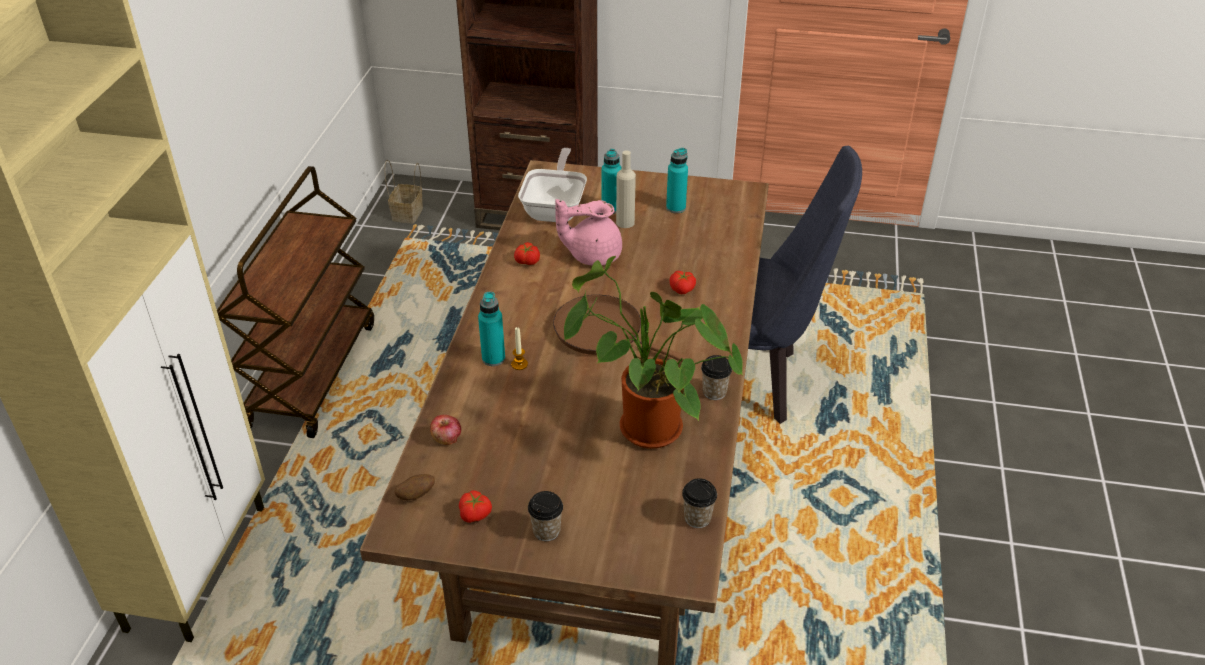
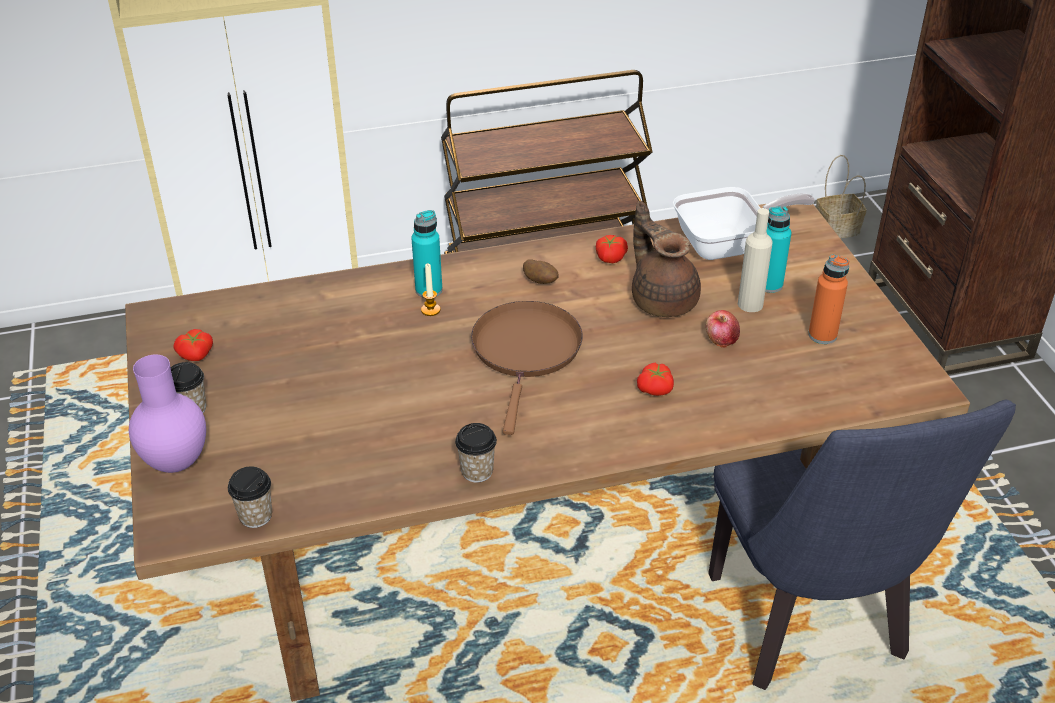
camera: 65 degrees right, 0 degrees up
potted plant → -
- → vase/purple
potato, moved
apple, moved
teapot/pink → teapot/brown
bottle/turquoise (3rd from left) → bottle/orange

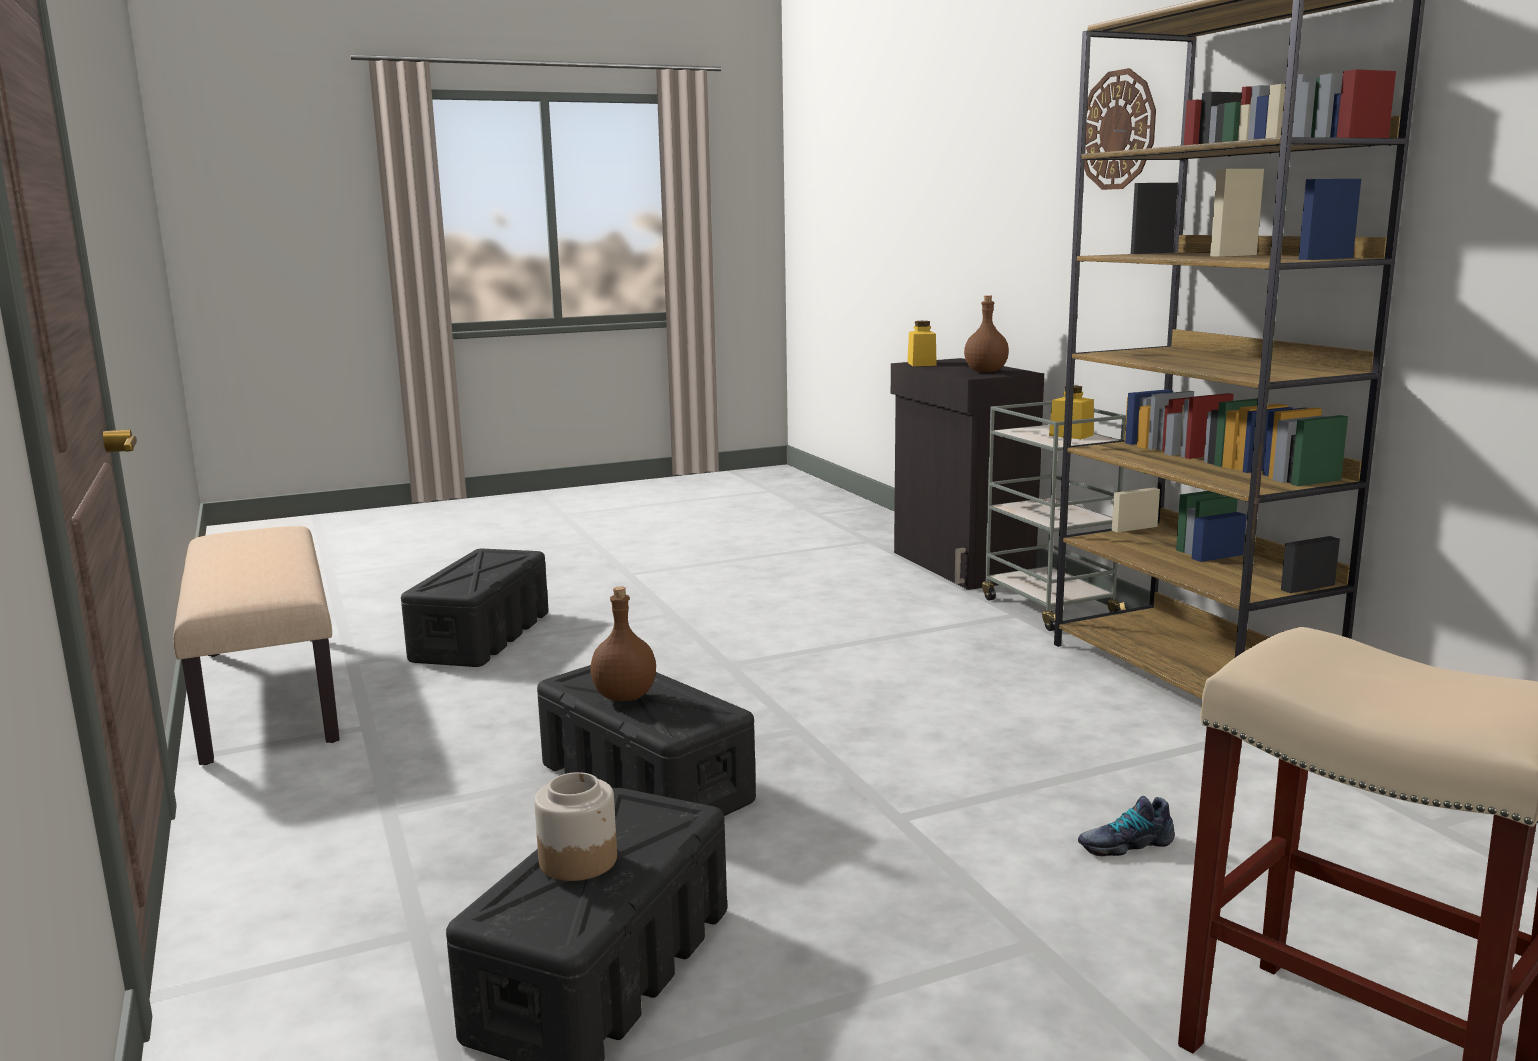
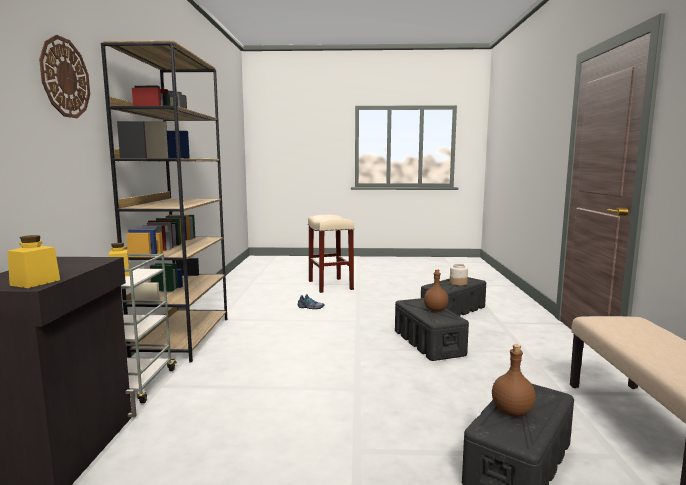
camera: 155 degrees left, 5 degrees down
bottle/brown (2nd from left), moved

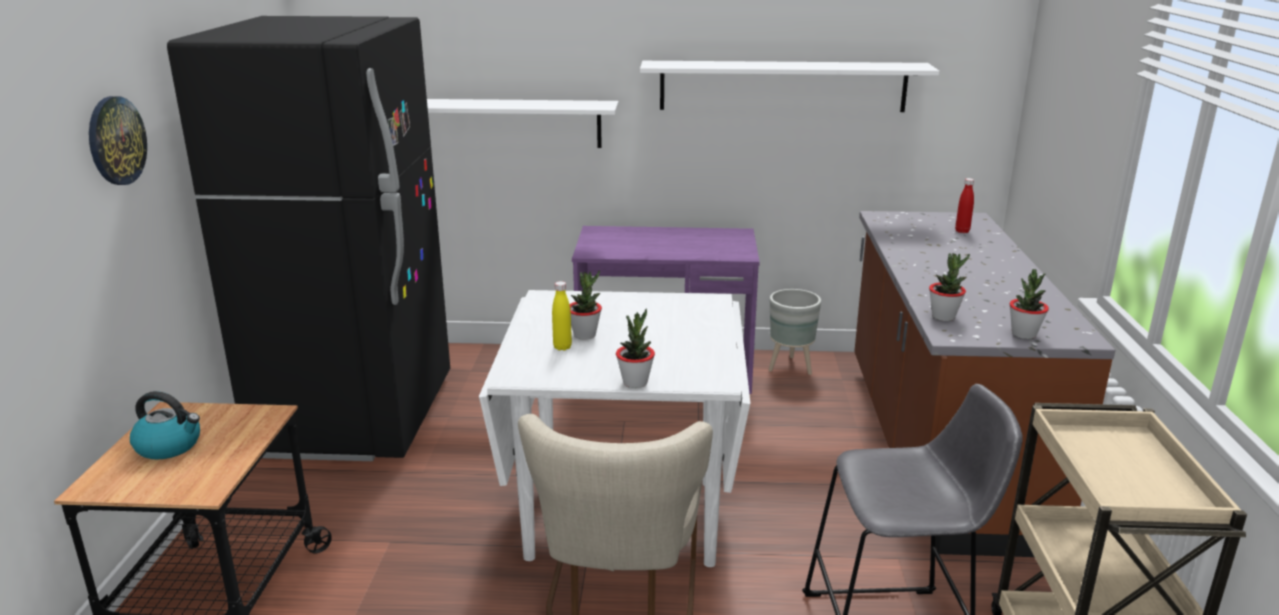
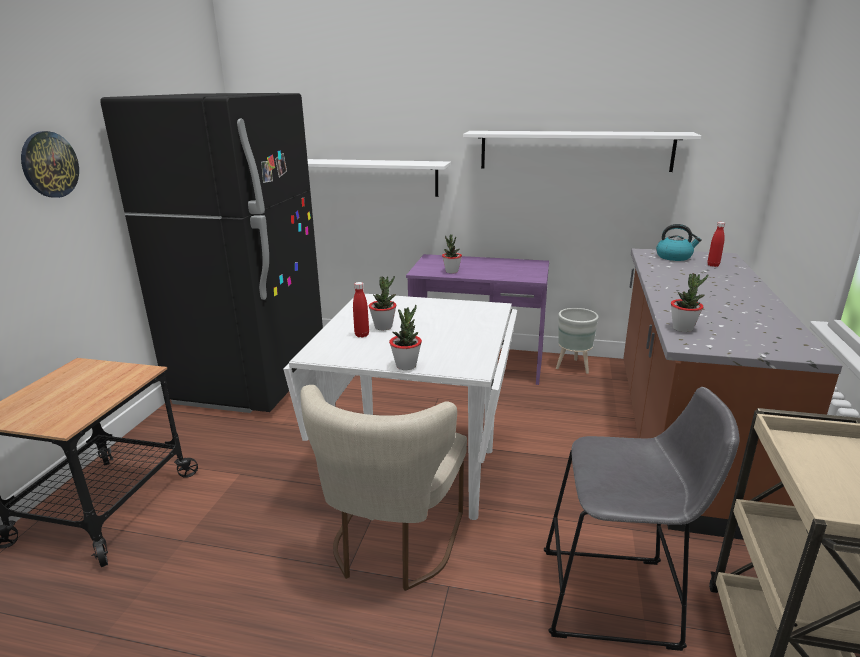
camera: 10 degrees right, 0 degrees up
kettle, moved
potted plant (4th from left in the first image) → potted plant (3rd from left), moved
bottle/yellow → bottle/red (1st from left)

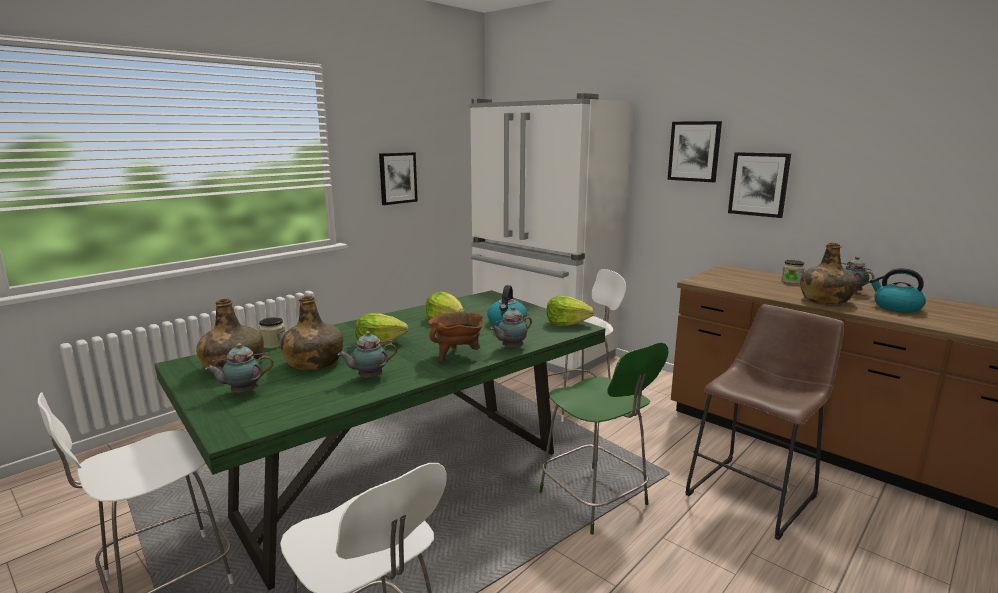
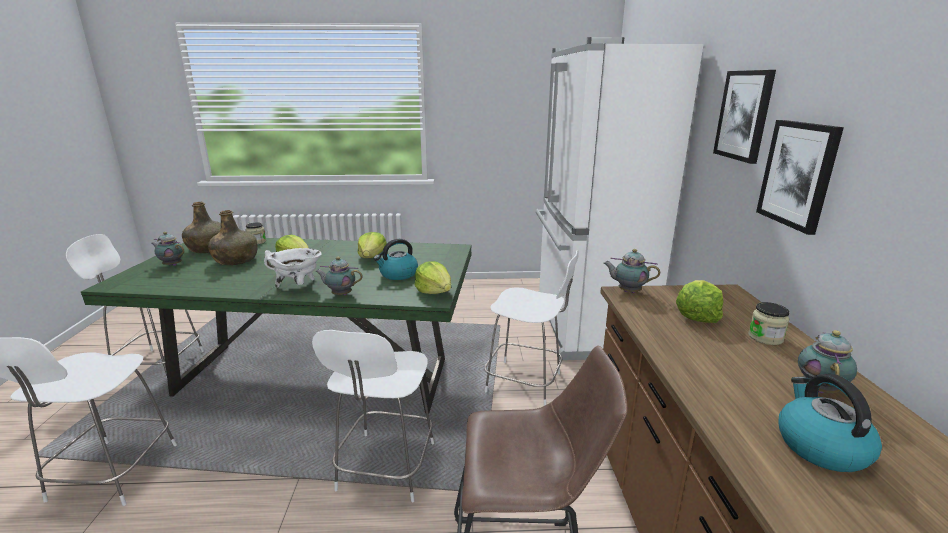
camera: 45 degrees right, 5 degrees up
picture (1st from left) → -
bottle/green (3rd from left) → -
- → lettuce (4th from left)
teapot (2nd from left in the first image) → teapot (3rd from left), moved
cooking pot/brown → cooking pot/white
chair/green → chair/white (3rd from left)

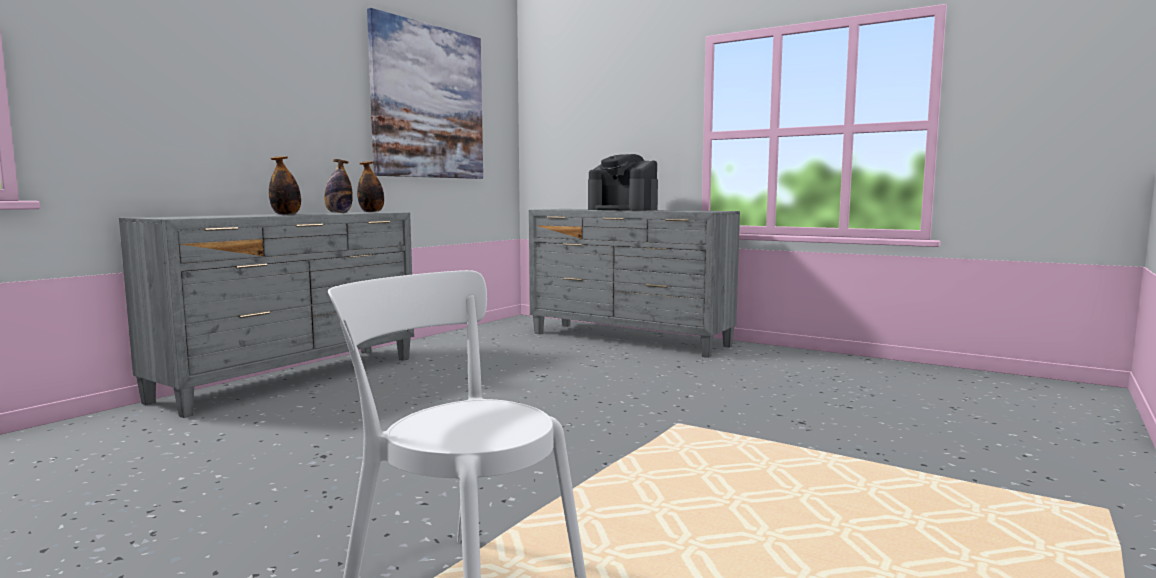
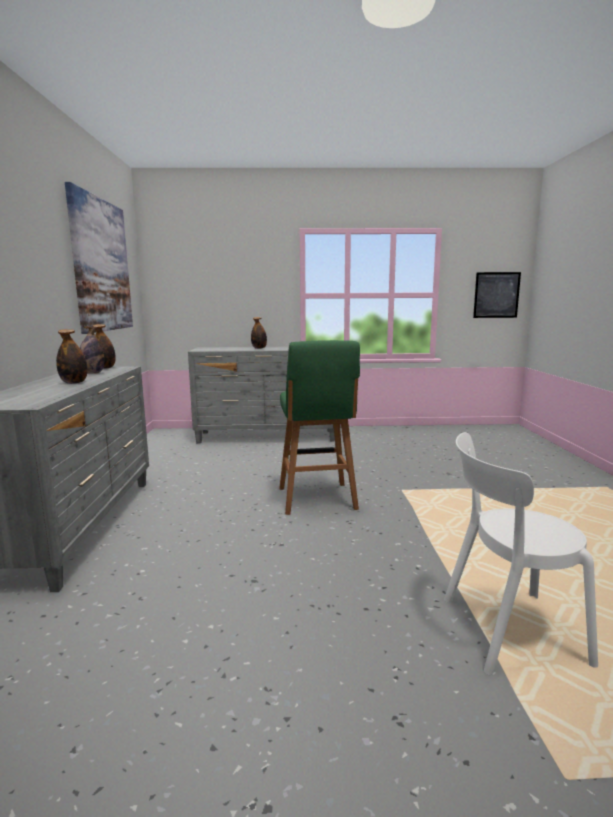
camera: 35 degrees left, 5 degrees up
- → stool/green
- → picture (2nd from left)
coffee machine → bottle (4th from left)

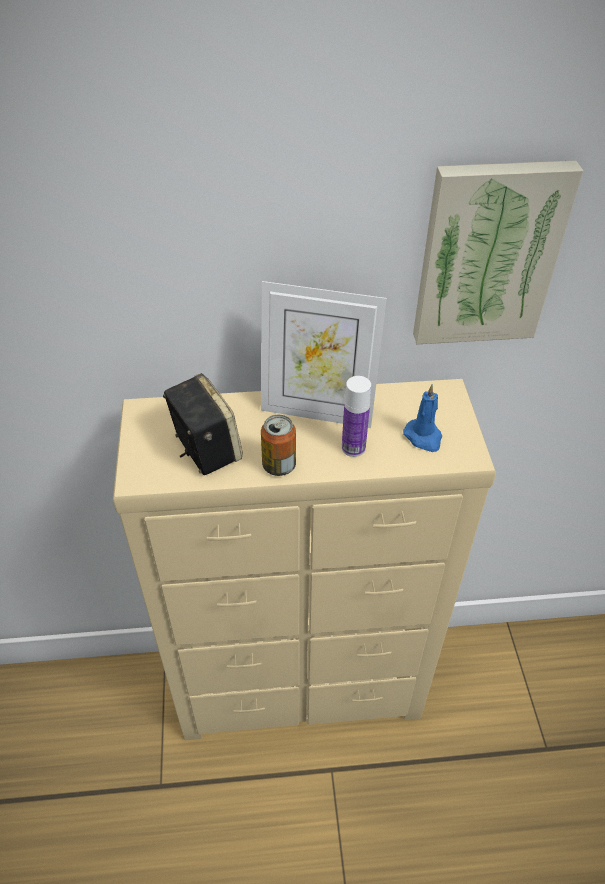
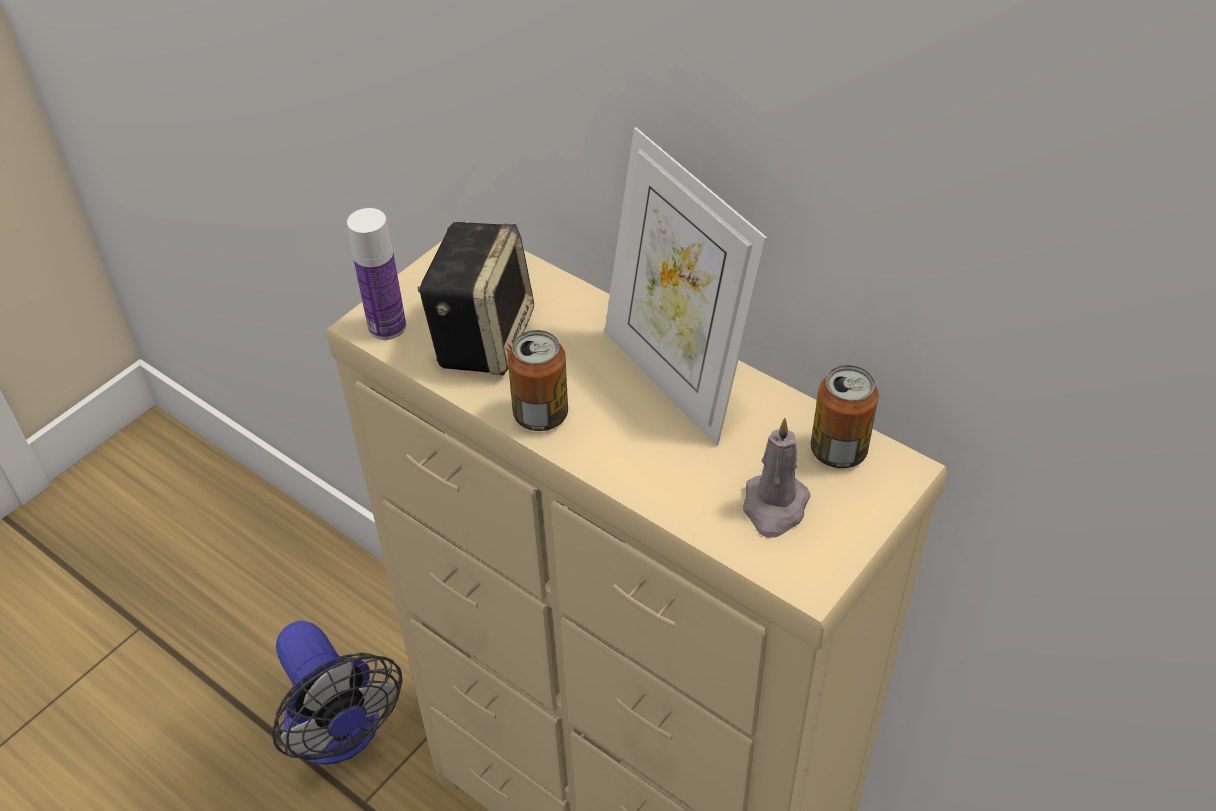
camera: 45 degrees right, 0 degrees up
picture → -
- → fan
- → can (2nd from left)
bottle, moved
candle/blue → candle/grey

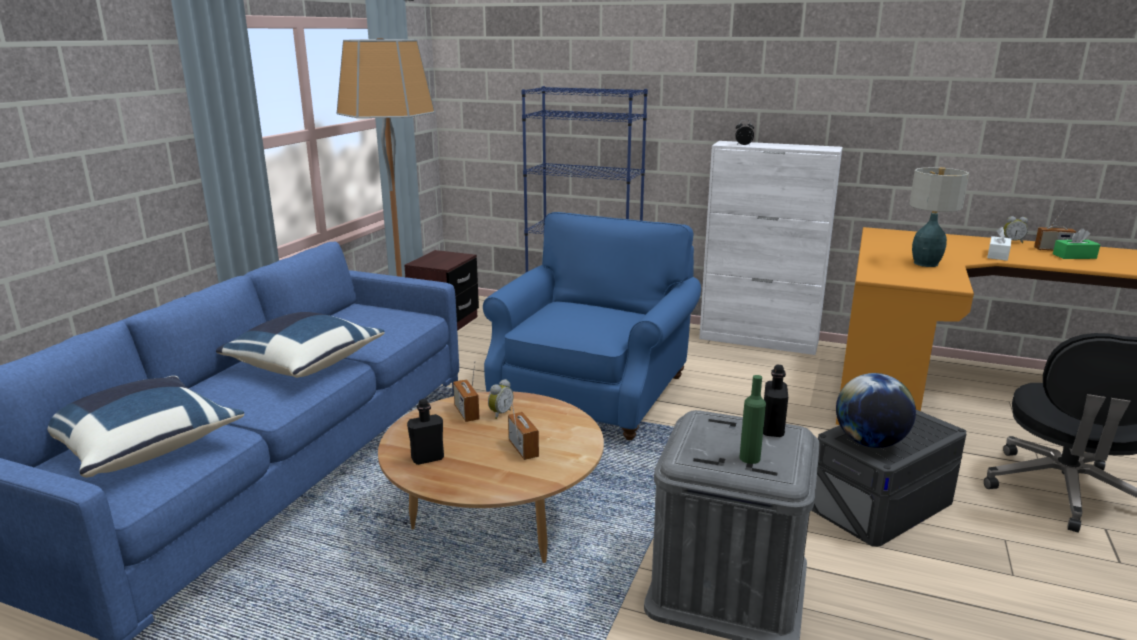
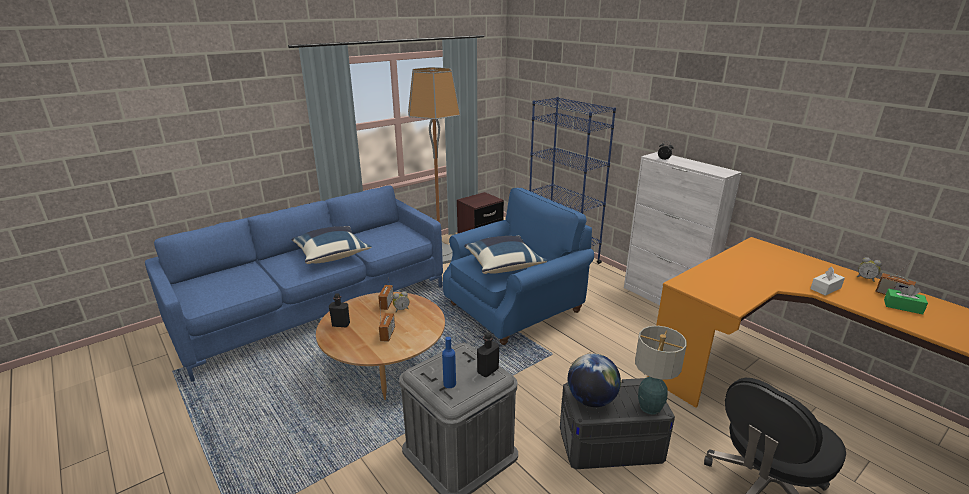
camera: 30 degrees right, 5 degrees up
pillow/blue (1st from left in the first image) → pillow/blue (2nd from left), moved
table lamp, moved
bottle/green → bottle/blue

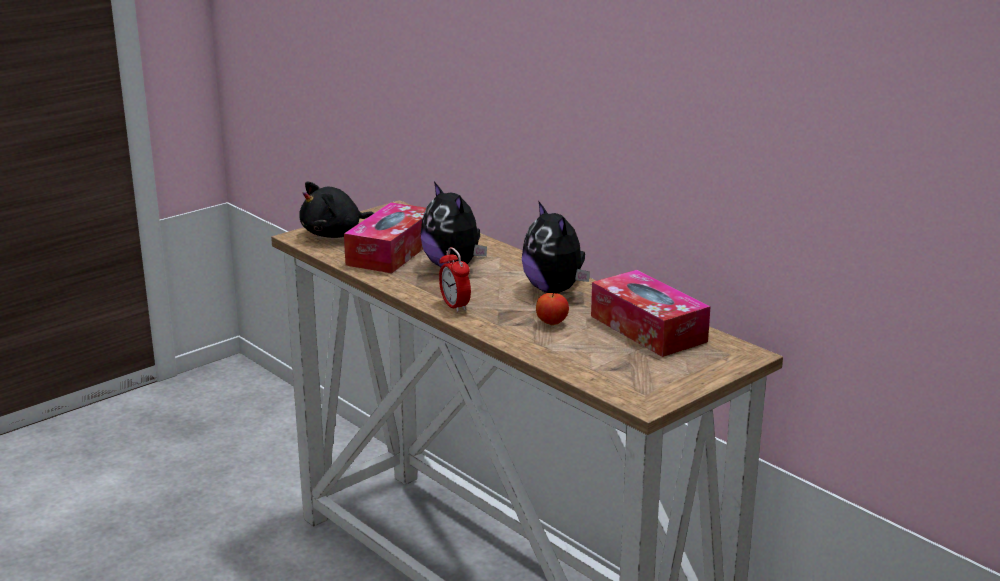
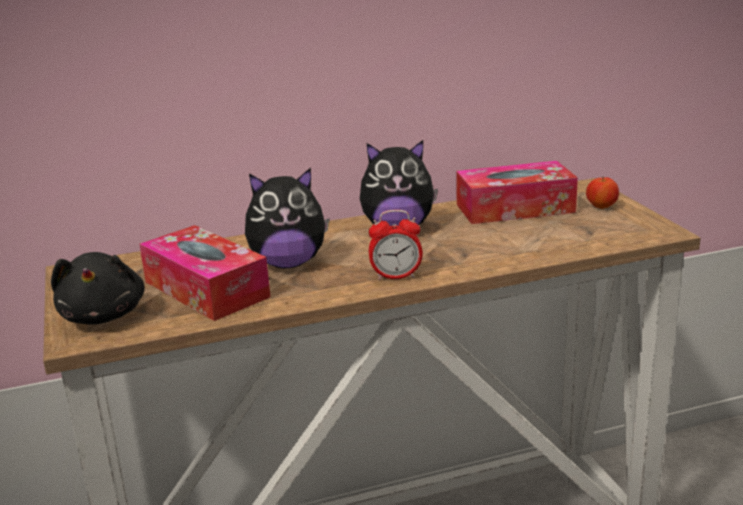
camera: 65 degrees left, 0 degrees up
apple, moved

